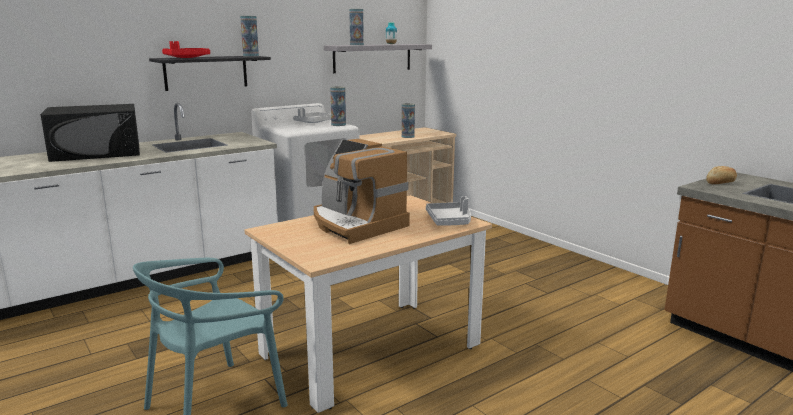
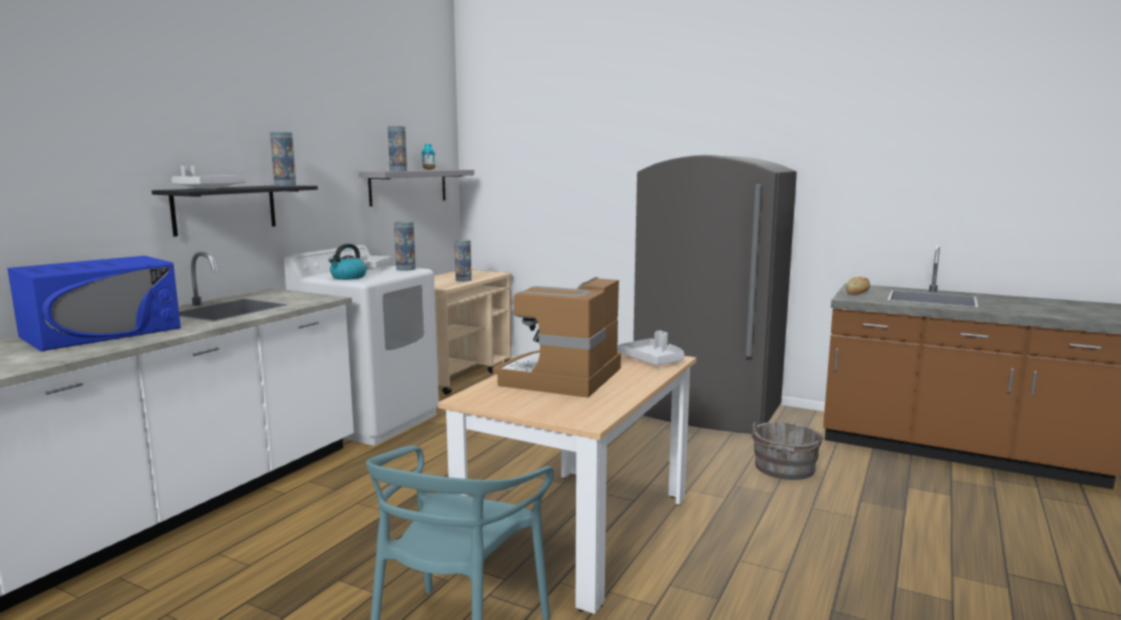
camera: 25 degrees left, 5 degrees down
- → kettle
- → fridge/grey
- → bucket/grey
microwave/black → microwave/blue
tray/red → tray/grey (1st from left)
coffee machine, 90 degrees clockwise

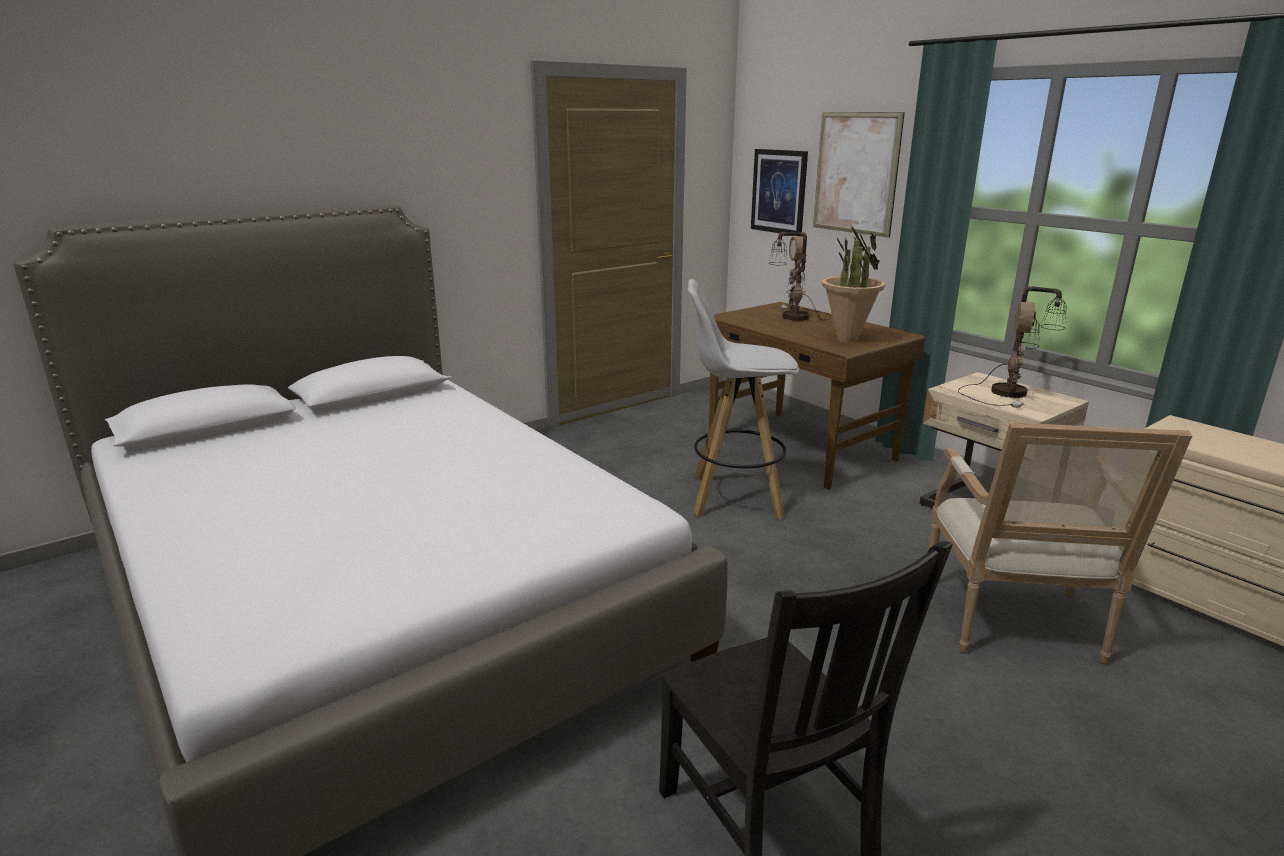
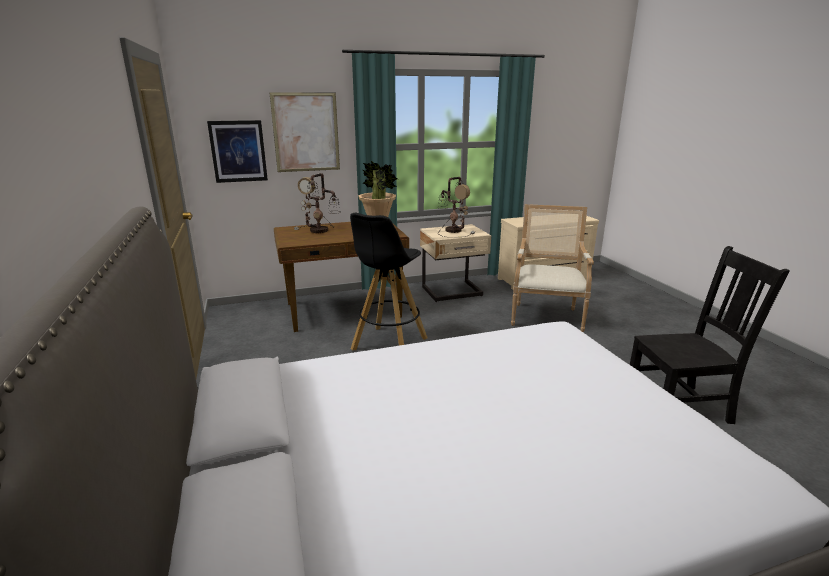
camera: 70 degrees left, 0 degrees up
stool/white → stool/black
armchair, 105 degrees counterclockwise

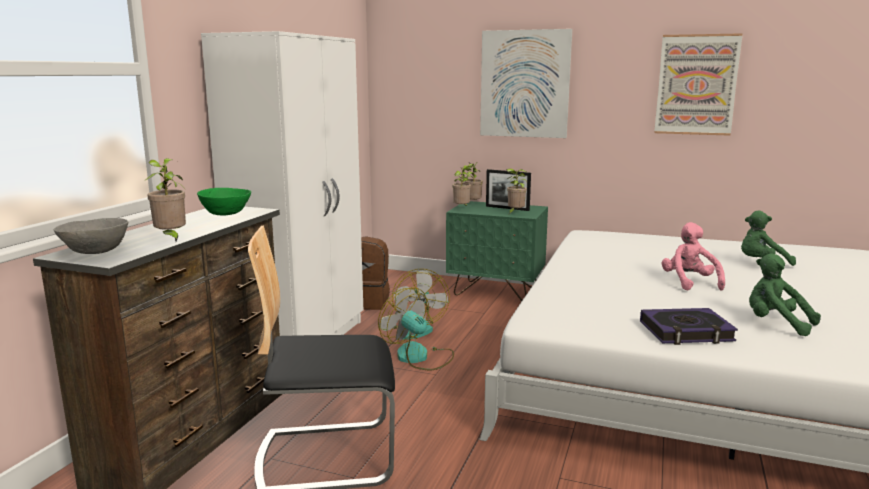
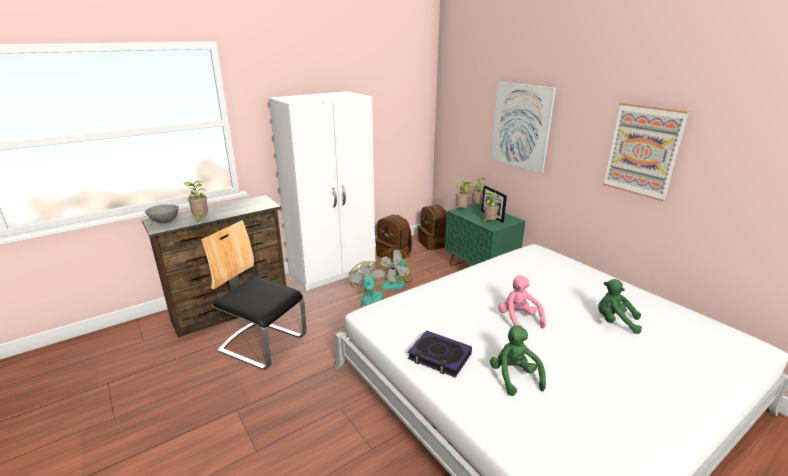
camera: 35 degrees right, 10 degrees up
bowl/green → -
- → backpack/brown (2nd from left)
plush toy/pink, 45 degrees counterclockwise

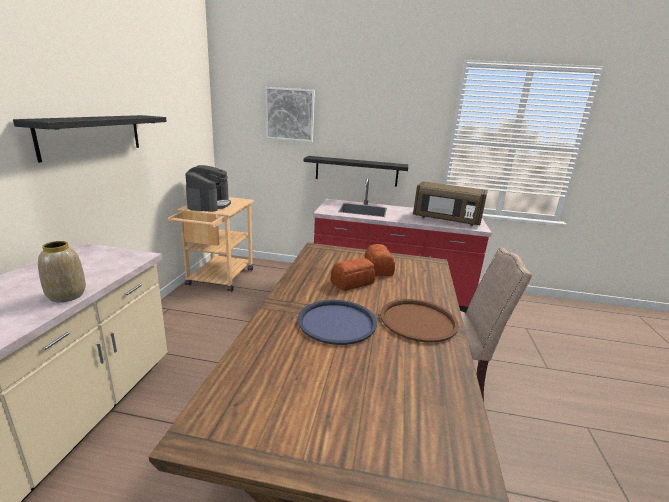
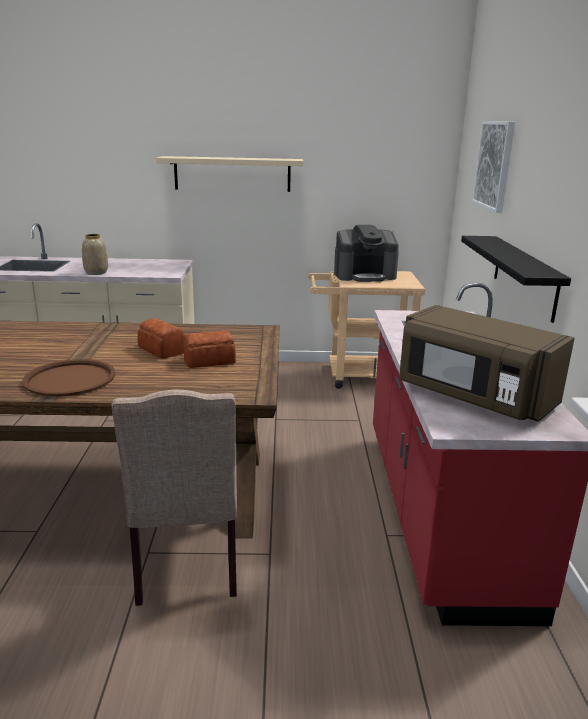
camera: 80 degrees right, 0 degrees up
tray/blue → -
shelf/black (1st from left) → shelf/beige
microwave/brown, 60 degrees counterclockwise

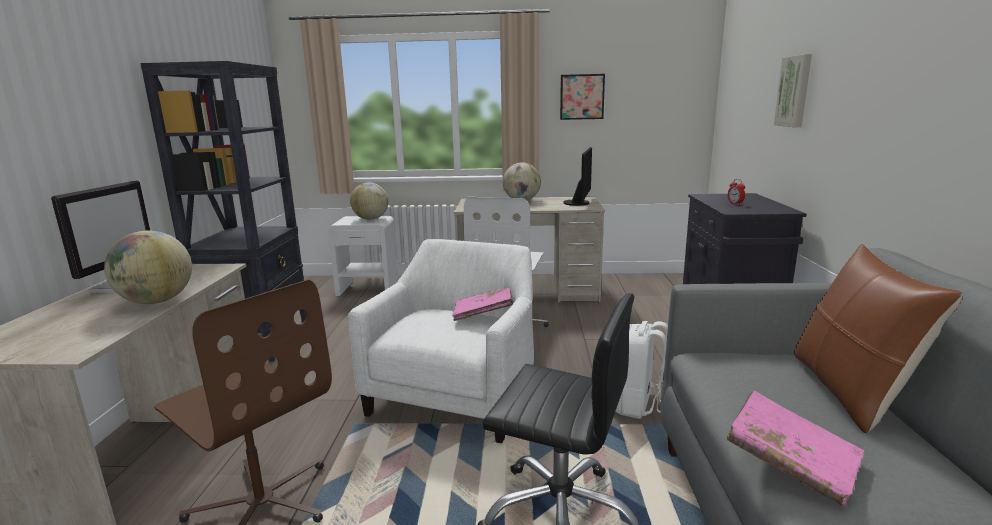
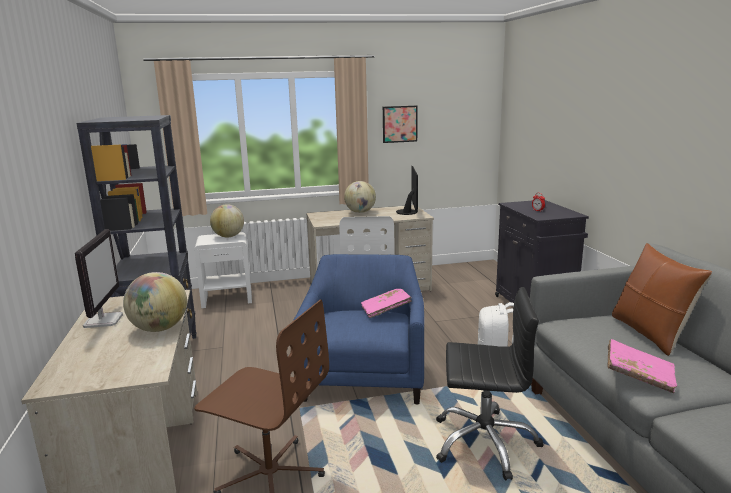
camera: 15 degrees left, 0 degrees up
picture (2nd from left) → -
armchair/white → armchair/blue

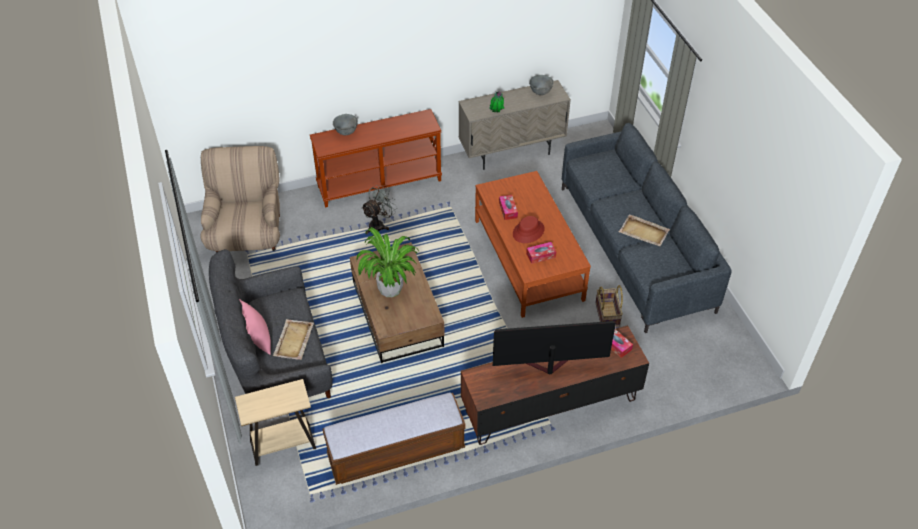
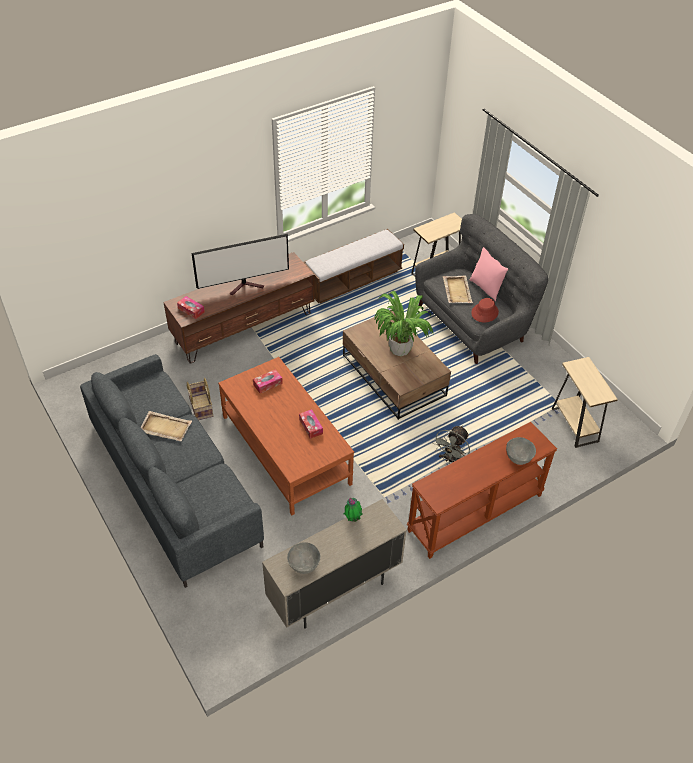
camera: 165 degrees right, 0 degrees up
hat/red, moved
armchair/beige → side table/beige (2nd from left)

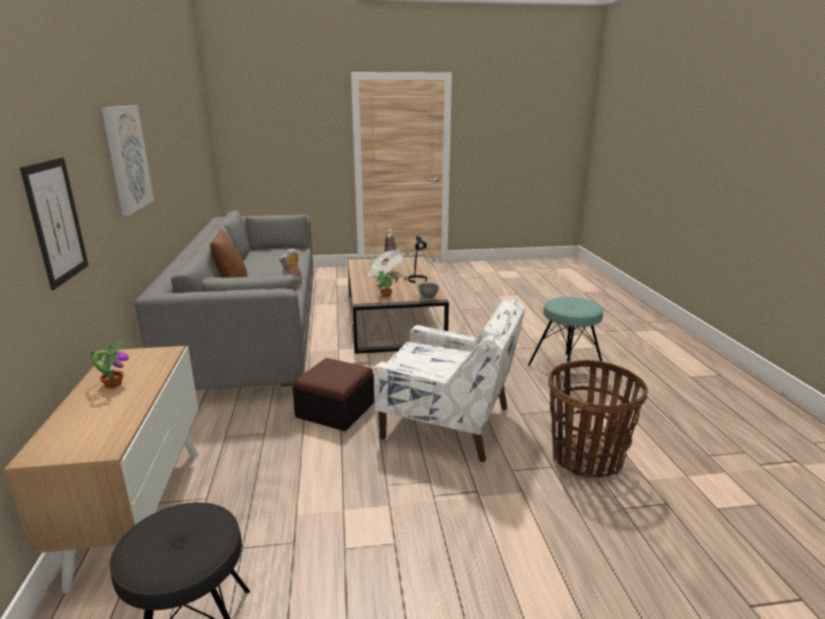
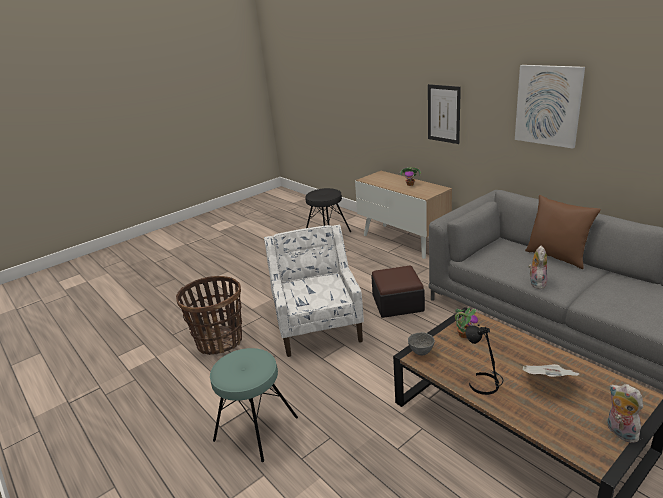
camera: 150 degrees right, 5 degrees up
armchair/white, 90 degrees clockwise

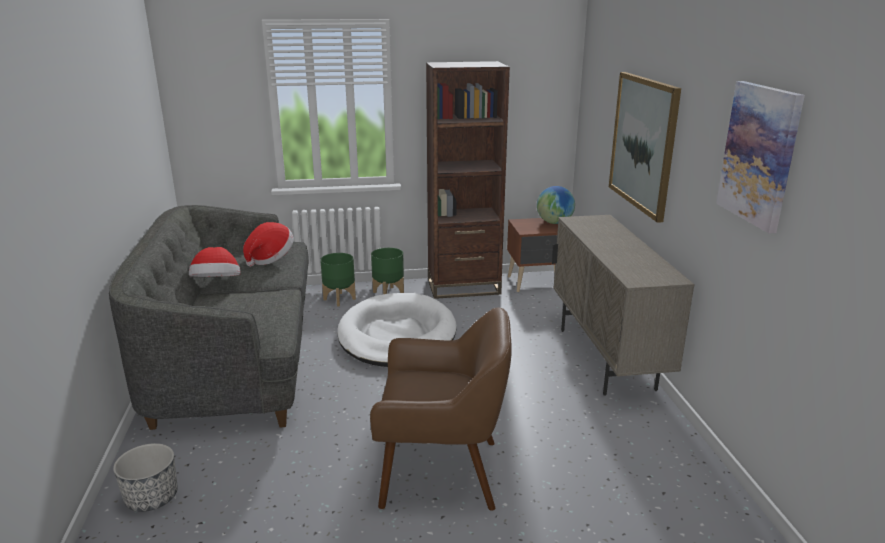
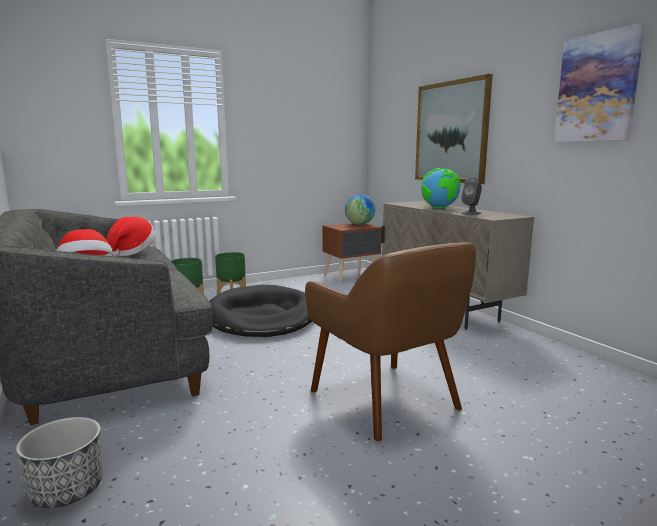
camera: 20 degrees left, 10 degrees down
bookcase/brown → -
- → globe (2nd from left)
- → speaker/grey
dog bed/white → dog bed/black
armchair/brown, 75 degrees clockwise

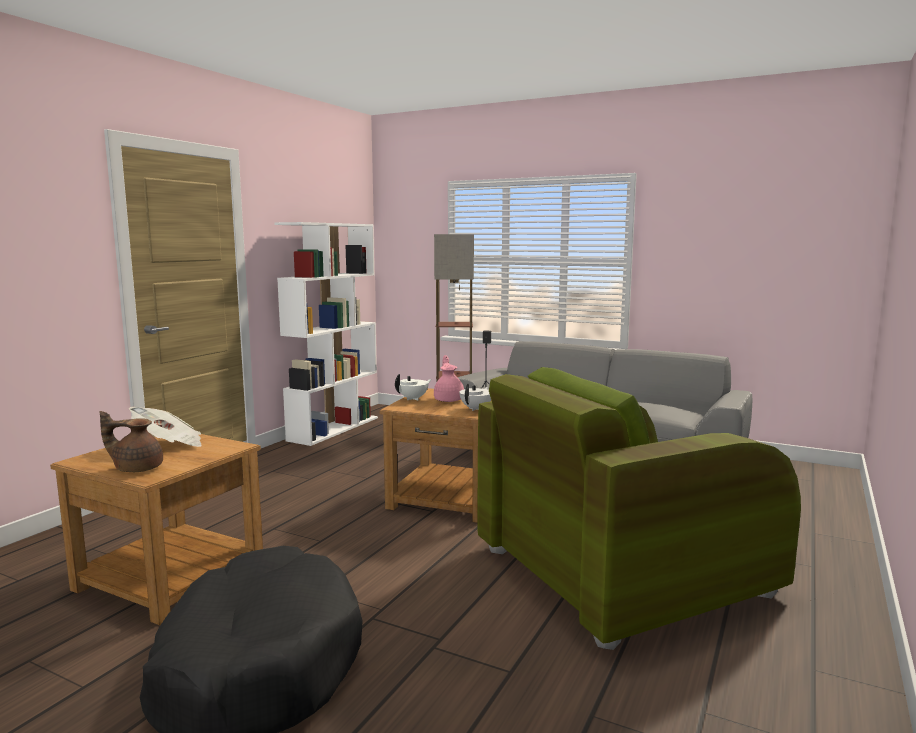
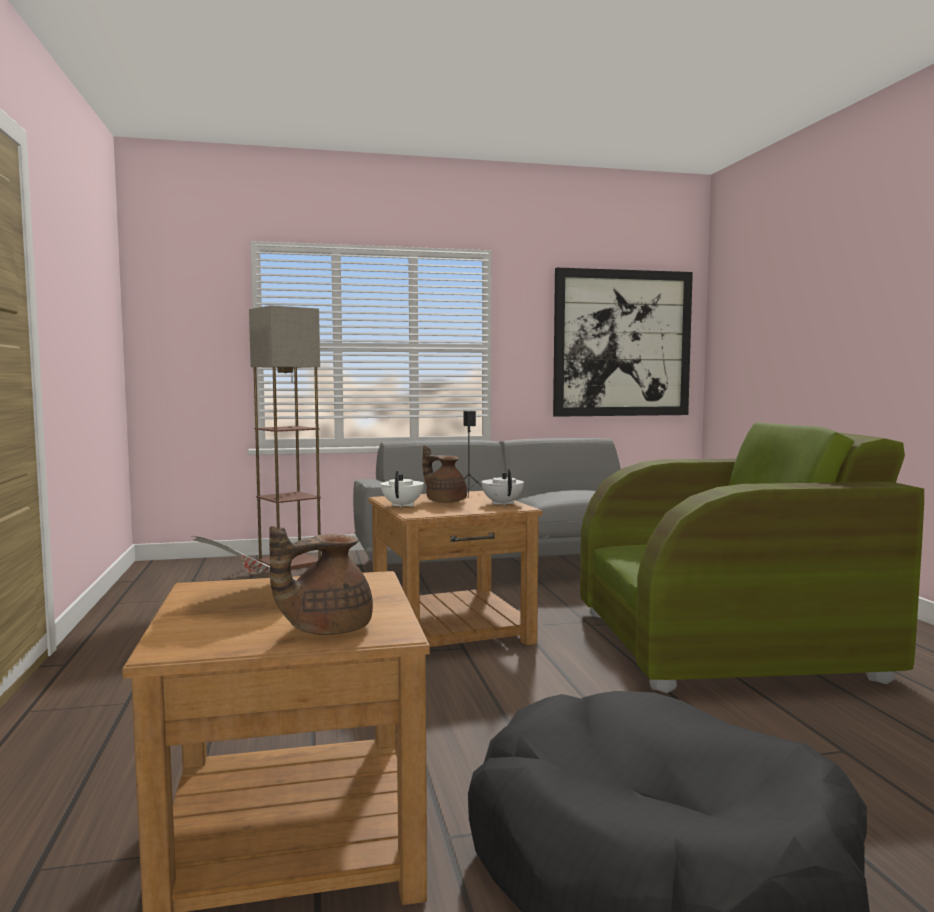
camera: 40 degrees left, 5 degrees down
bookcase/white → -
- → picture
teapot/pink → teapot/brown (2nd from left)
armchair/green, 120 degrees counterclockwise

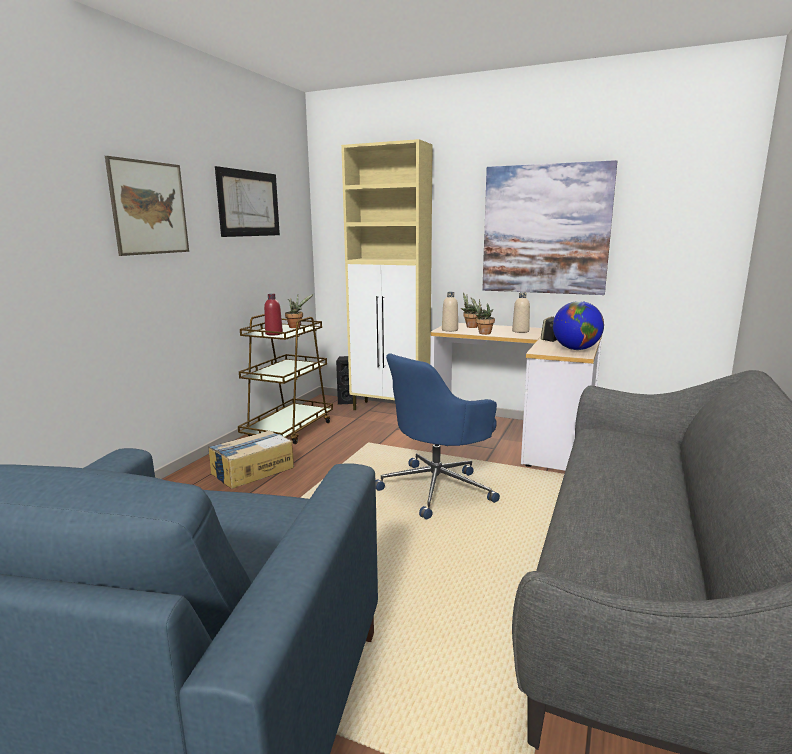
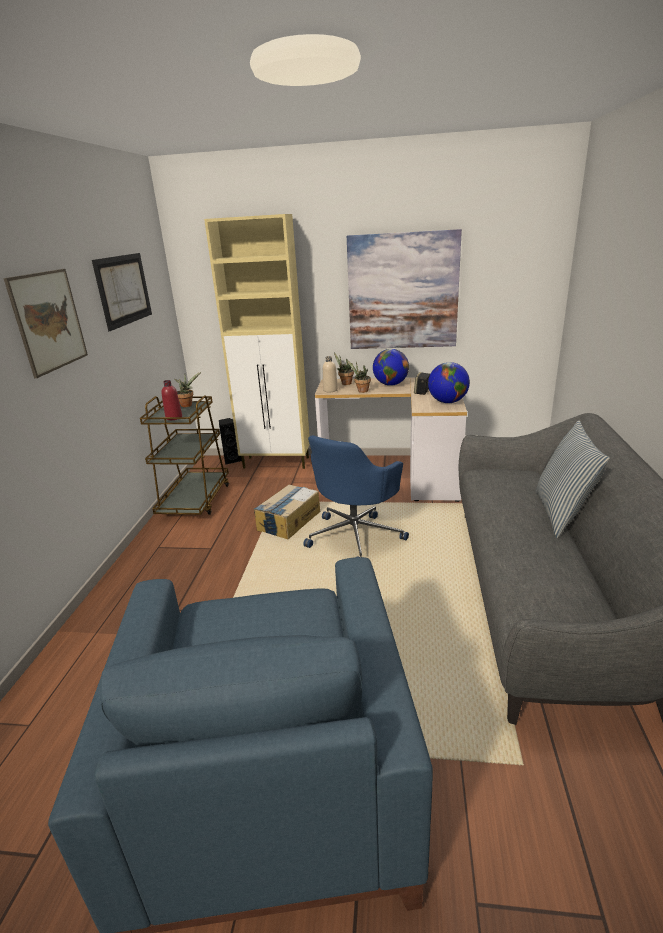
camera: 15 degrees left, 10 degrees up
- → pillow
cardboard box, moved
bottle/beige (2nd from left) → globe (1st from left)

